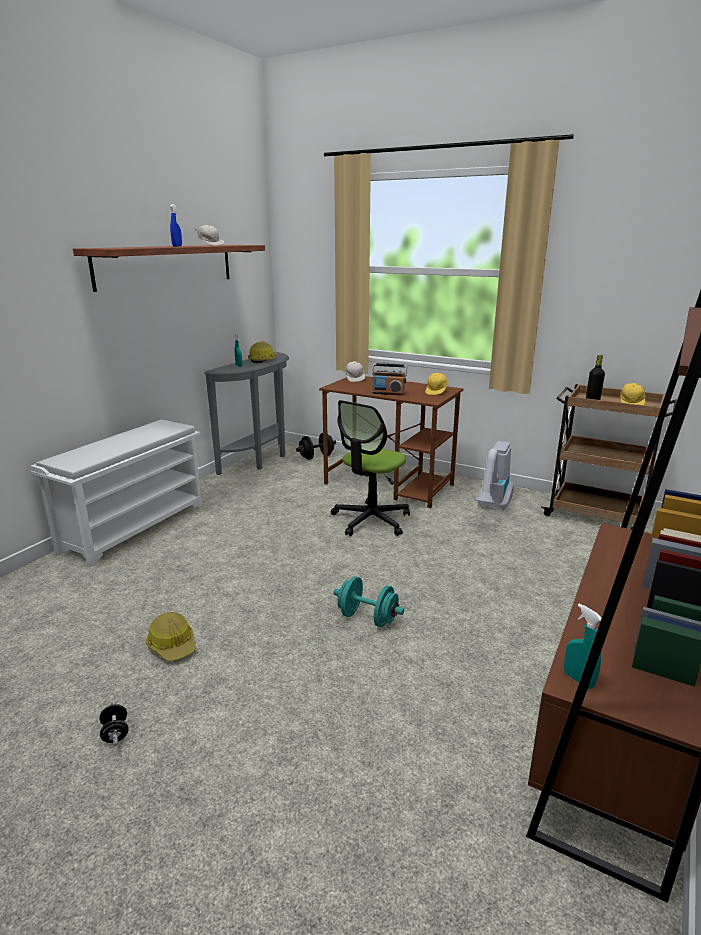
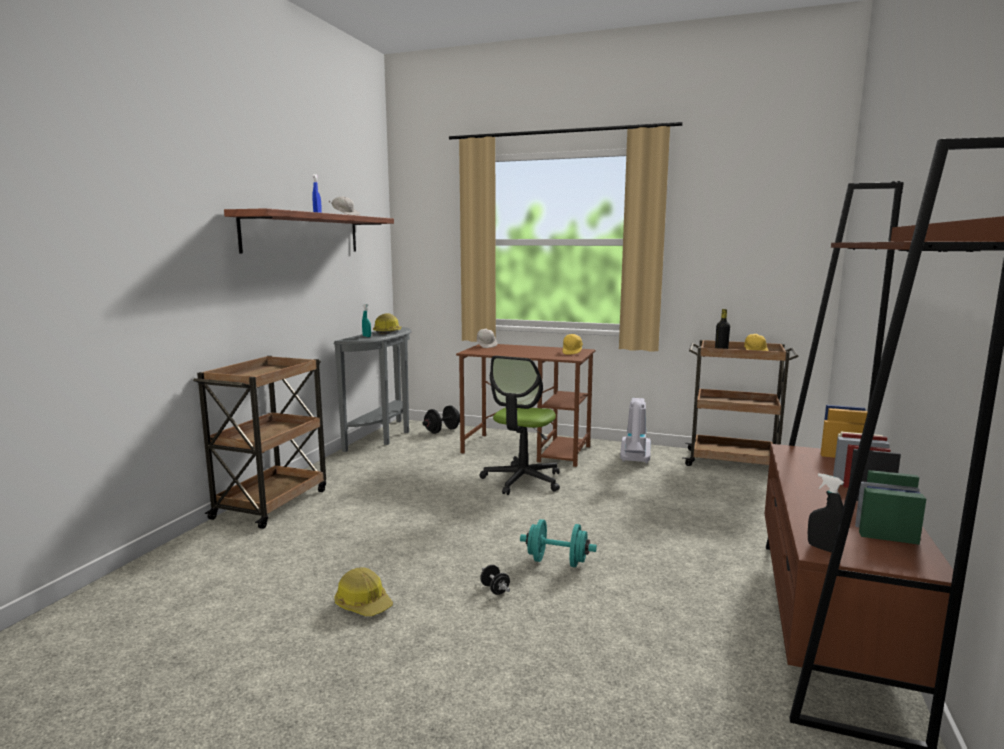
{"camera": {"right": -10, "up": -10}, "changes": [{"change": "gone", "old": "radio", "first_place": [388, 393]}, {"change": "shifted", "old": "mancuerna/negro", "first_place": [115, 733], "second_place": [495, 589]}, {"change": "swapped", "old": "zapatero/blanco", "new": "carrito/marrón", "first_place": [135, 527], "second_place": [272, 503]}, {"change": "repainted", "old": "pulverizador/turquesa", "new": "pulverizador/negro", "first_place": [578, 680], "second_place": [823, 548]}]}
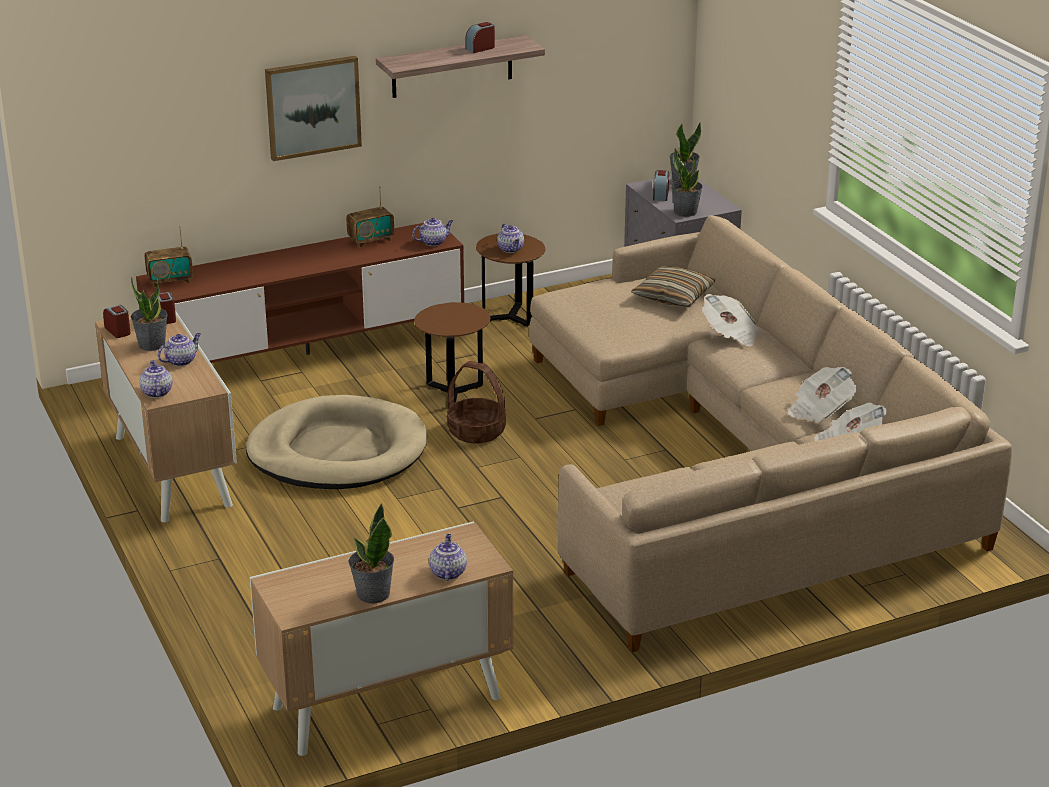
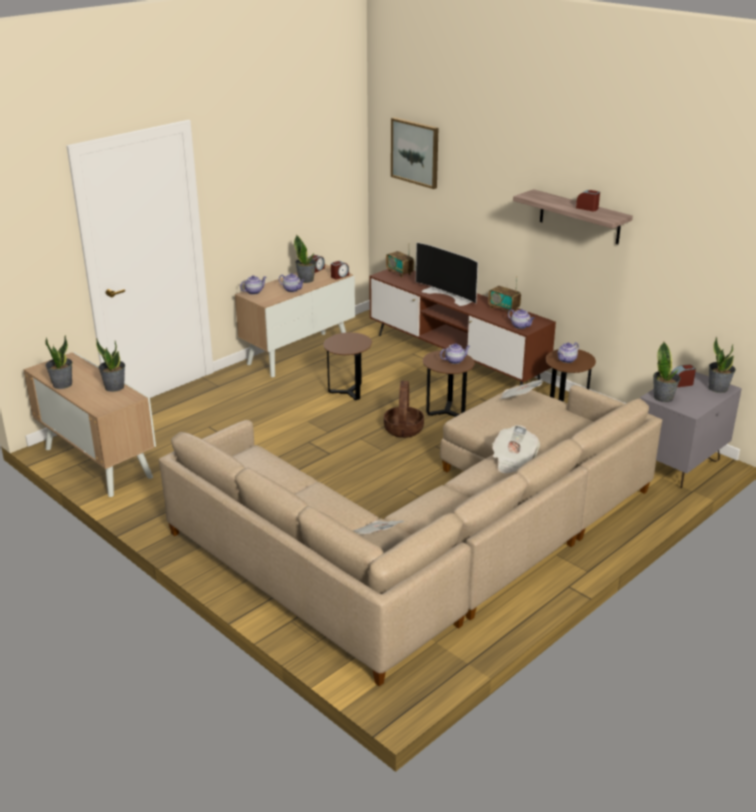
{"camera": {"right": 70, "up": 0}, "changes": [{"change": "gone", "old": "cojín", "first_place": [673, 296]}, {"change": "new", "new": "planta en maceta", "second_place": [114, 387]}, {"change": "new", "new": "televisor", "second_place": [448, 295]}, {"change": "shifted", "old": "cuadro", "first_place": [312, 107], "second_place": [415, 152]}, {"change": "shifted", "old": "tetera", "first_place": [447, 572], "second_place": [455, 361]}, {"change": "shifted", "old": "periódico", "first_place": [819, 410], "second_place": [519, 399]}, {"change": "swapped", "old": "cama para perro/beis", "new": "mesa auxiliar/marrón", "first_place": [337, 451], "second_place": [348, 392]}]}
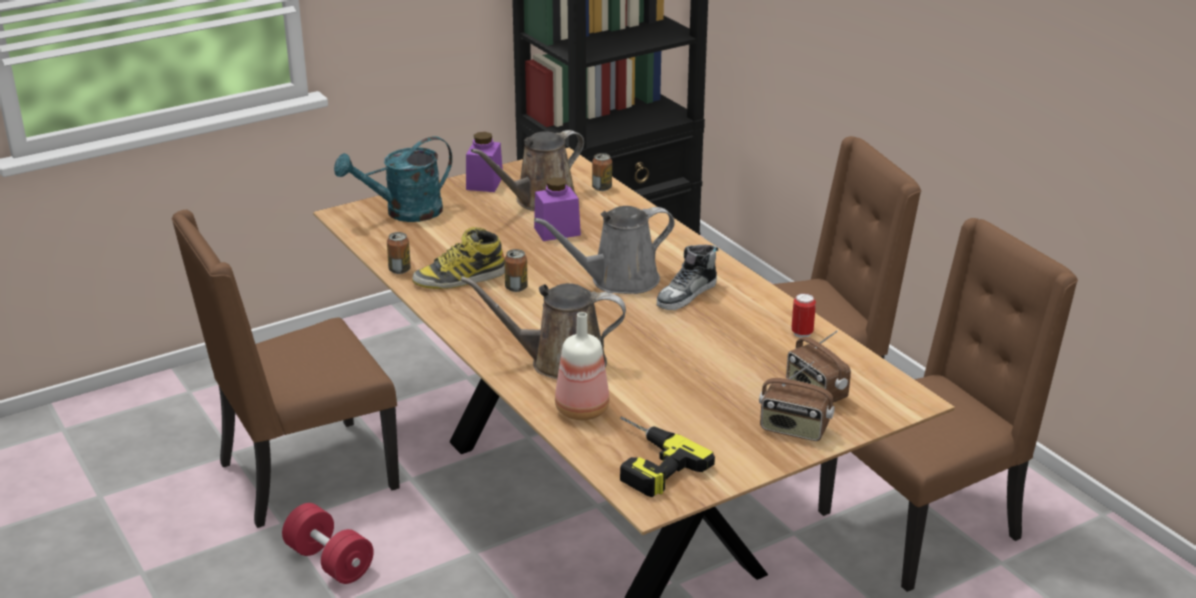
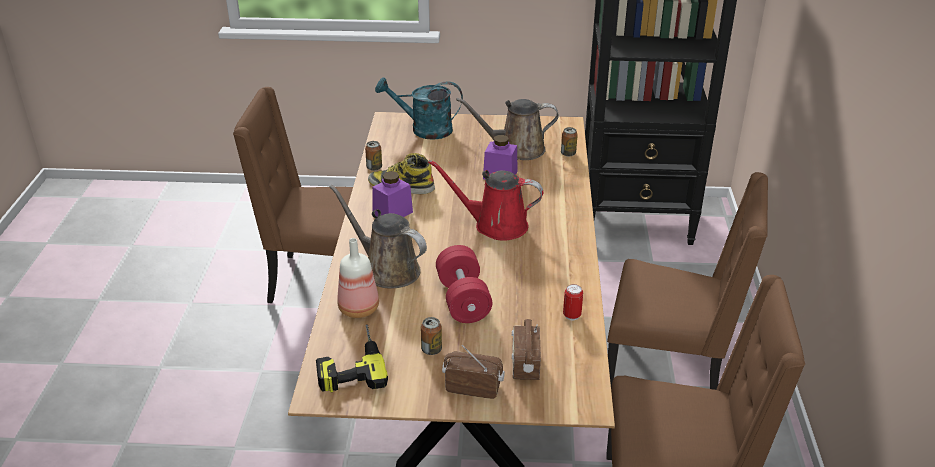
{"camera": {"right": 35, "up": 5}, "changes": [{"change": "gone", "old": "zapato", "first_place": [687, 295]}, {"change": "shifted", "old": "mancuerna/rojo", "first_place": [329, 561], "second_place": [463, 300]}, {"change": "shifted", "old": "tarro/morado", "first_place": [484, 183], "second_place": [392, 213]}, {"change": "shifted", "old": "lata", "first_place": [516, 288], "second_place": [431, 349]}, {"change": "repainted", "old": "regadera/gris", "new": "regadera/rojo", "first_place": [618, 281], "second_place": [495, 225]}, {"change": "rotated", "old": "radio", "first_place": [793, 430], "second_place": [473, 387], "degrees": 135}]}
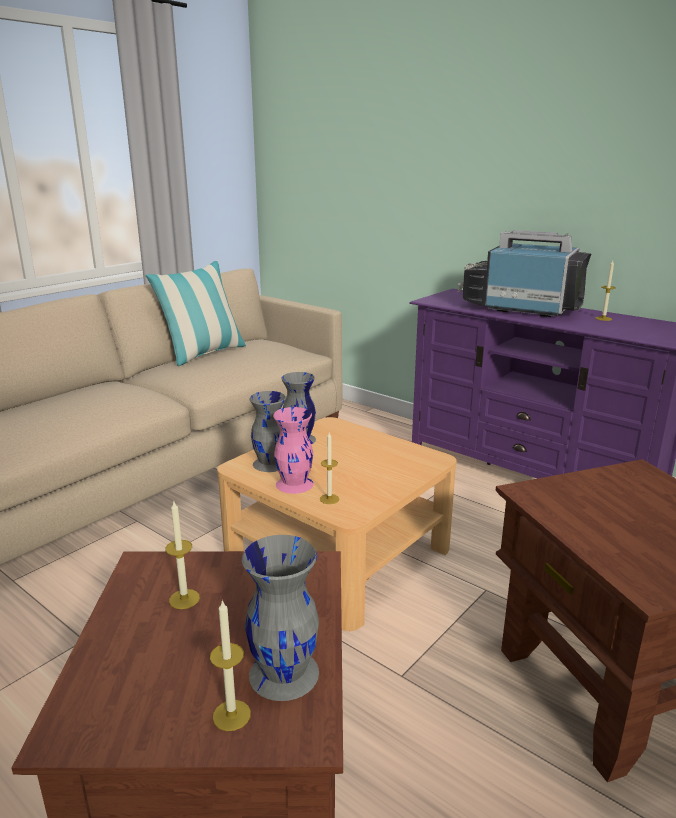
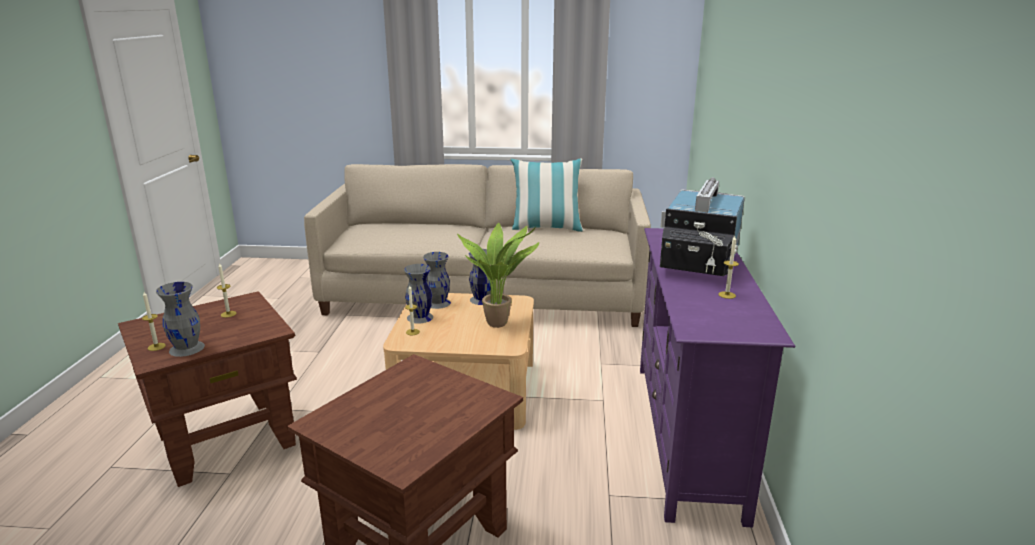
{"camera": {"right": 55, "up": 0}, "changes": [{"change": "new", "new": "planta en maceta", "second_place": [499, 323]}, {"change": "repainted", "old": "florero/rosa", "new": "florero/gris", "first_place": [294, 484], "second_place": [419, 317]}, {"change": "rotated", "old": "televisor", "first_place": [521, 308], "second_place": [698, 262], "degrees": -150}]}
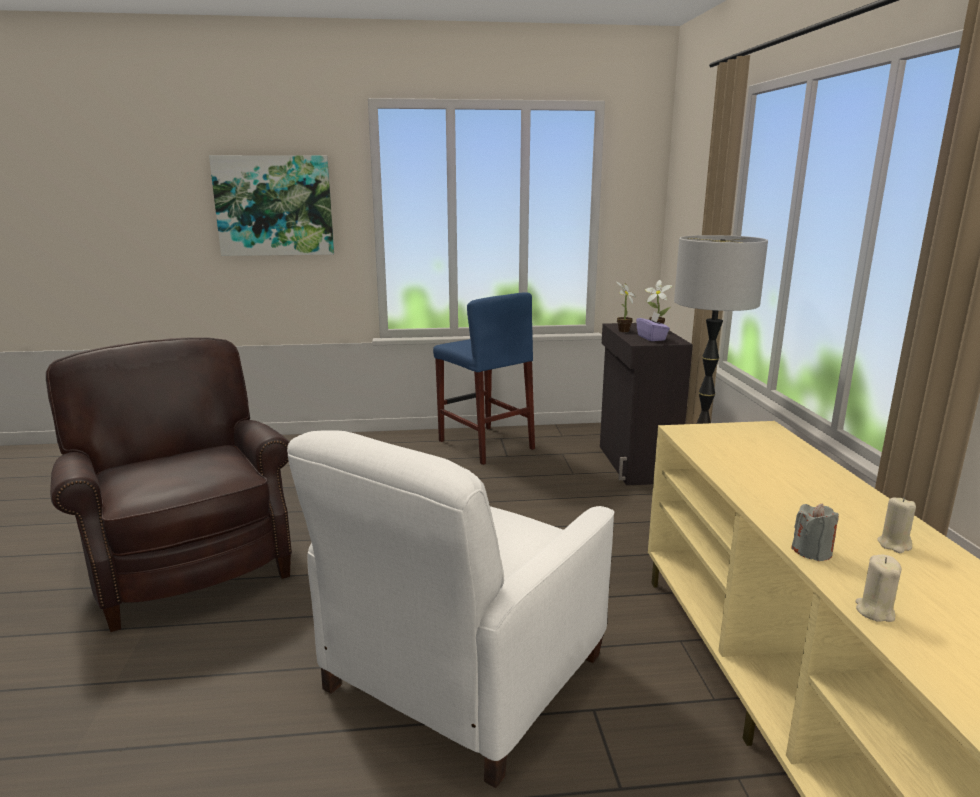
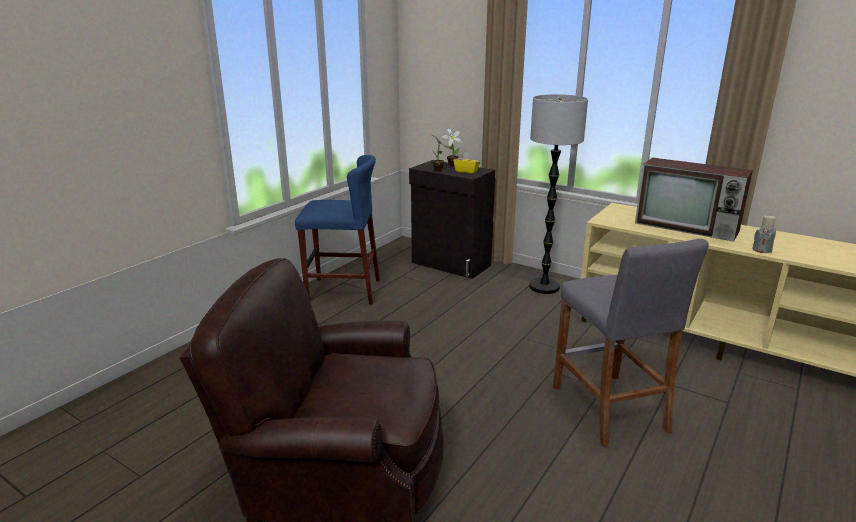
{"camera": {"right": -50, "up": 5}, "changes": [{"change": "gone", "old": "cuadro", "first_place": [274, 206]}, {"change": "gone", "old": "vela/beis", "first_place": [874, 611]}, {"change": "new", "new": "televisor", "second_place": [688, 227]}, {"change": "swapped", "old": "sillón/blanco", "new": "taburete/gris", "first_place": [462, 674], "second_place": [609, 409]}, {"change": "repainted", "old": "caja de pañuelos/morado", "new": "caja de pañuelos/amarillo", "first_place": [651, 338], "second_place": [466, 171]}]}
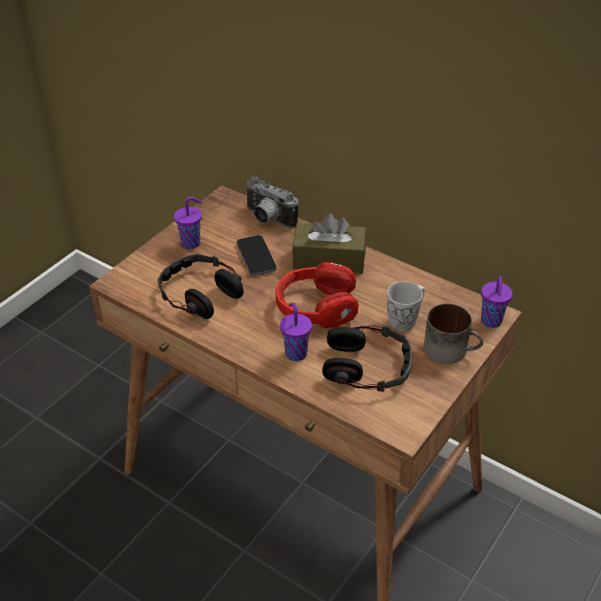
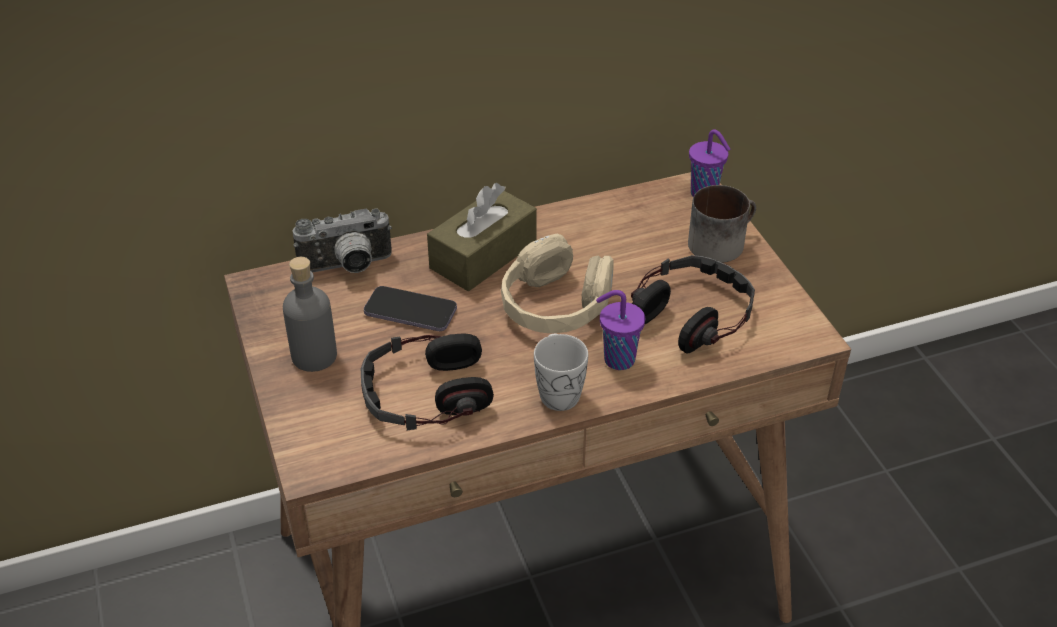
{"camera": {"right": -55, "up": 0}, "changes": [{"change": "shifted", "old": "taza grande/blanco", "first_place": [405, 319], "second_place": [558, 390]}, {"change": "swapped", "old": "taza/morado", "new": "botella/gris", "first_place": [192, 243], "second_place": [314, 356]}, {"change": "repainted", "old": "auriculares/rojo", "new": "auriculares/beis", "first_place": [316, 307], "second_place": [556, 306]}]}
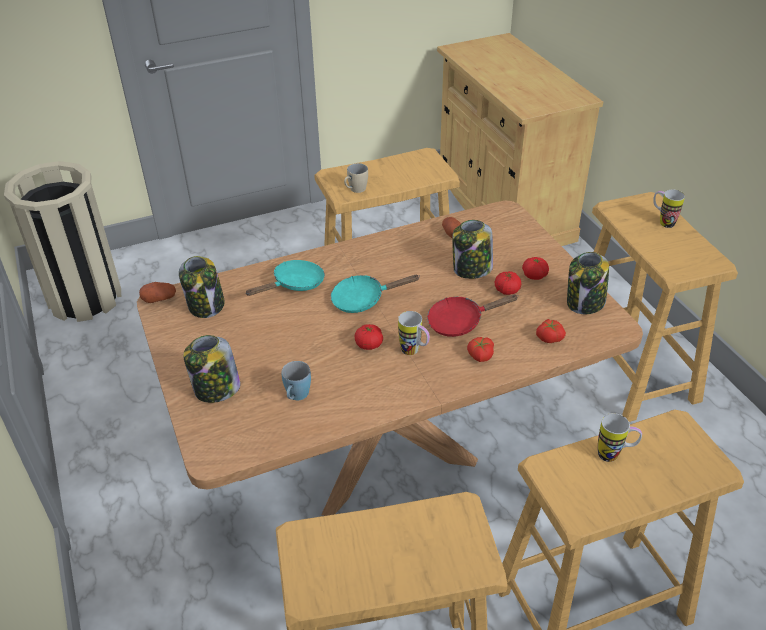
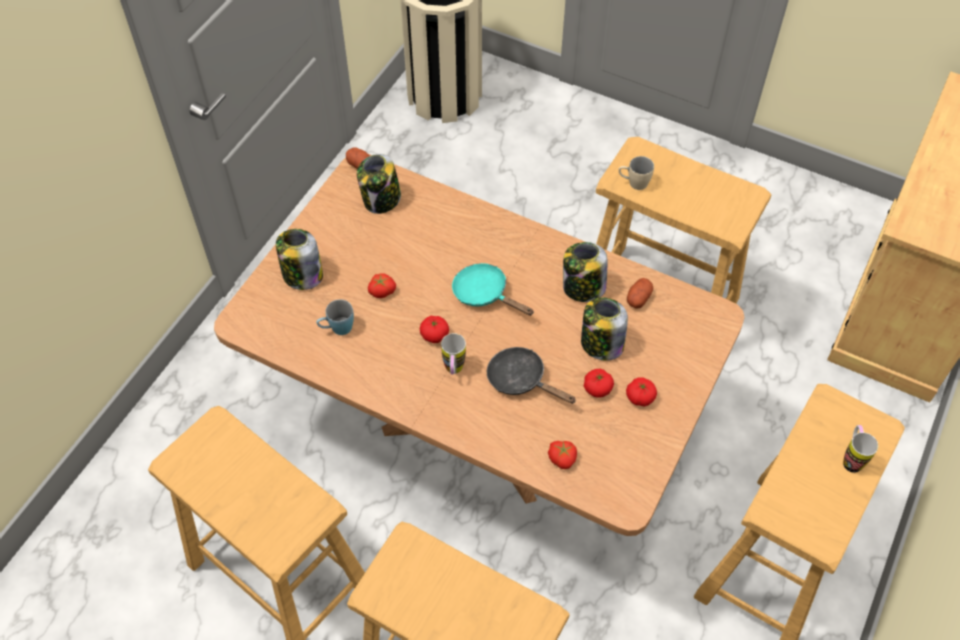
{"camera": {"right": 50, "up": 15}, "changes": [{"change": "gone", "old": "sartén/turquesa", "first_place": [294, 284]}, {"change": "gone", "old": "taza grande", "first_place": [614, 455]}, {"change": "shifted", "old": "tomate", "first_place": [479, 355], "second_place": [381, 290]}, {"change": "shifted", "old": "tarro", "first_place": [585, 303], "second_place": [583, 288]}, {"change": "repainted", "old": "sartén/rojo", "new": "sartén/negro", "first_place": [460, 322], "second_place": [521, 379]}]}
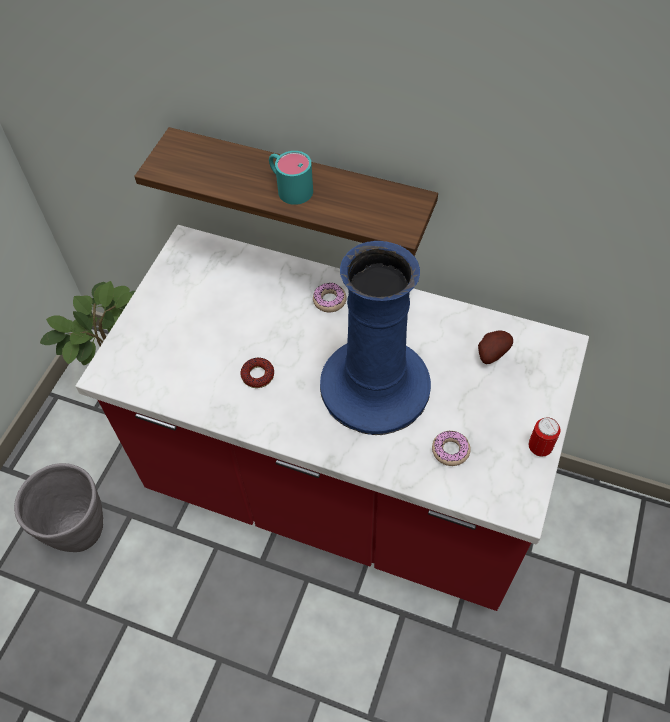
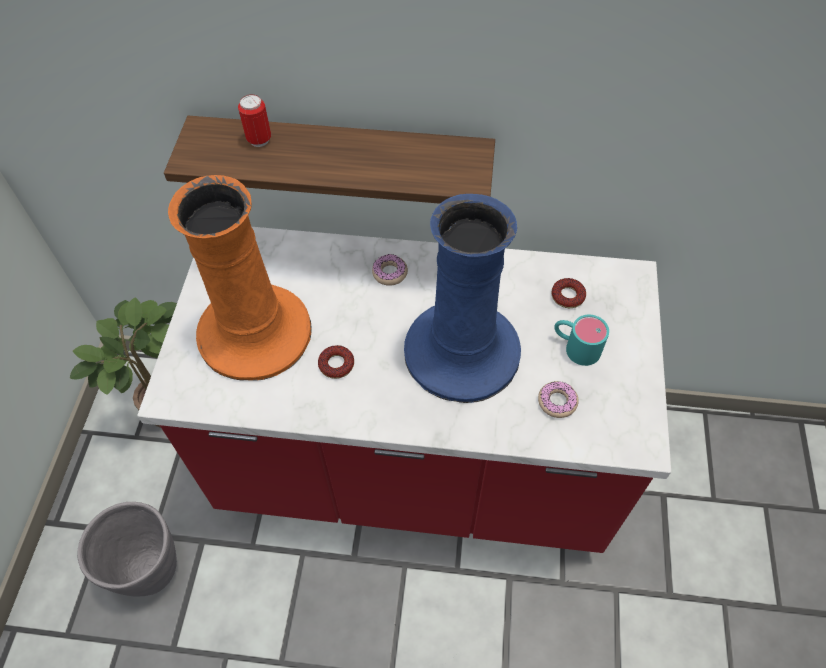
{"camera": {"right": -15, "up": 0}, "changes": [{"change": "new", "new": "florero/naranja", "second_place": [256, 332]}, {"change": "shifted", "old": "taza grande/turquesa", "first_place": [289, 187], "second_place": [575, 346]}, {"change": "shifted", "old": "lata", "first_place": [539, 448], "second_place": [259, 140]}, {"change": "swapped", "old": "patata", "new": "rosquilla", "first_place": [491, 353], "second_place": [567, 296]}]}
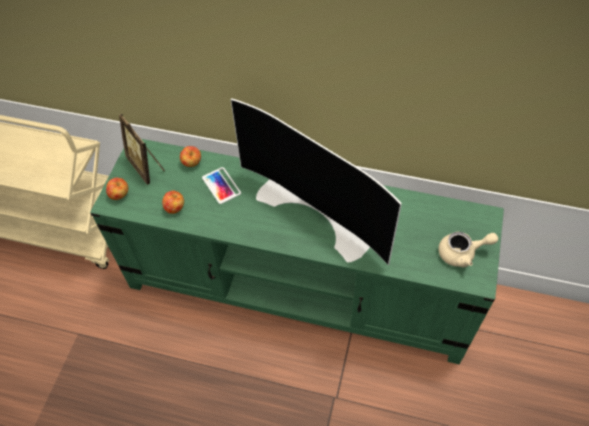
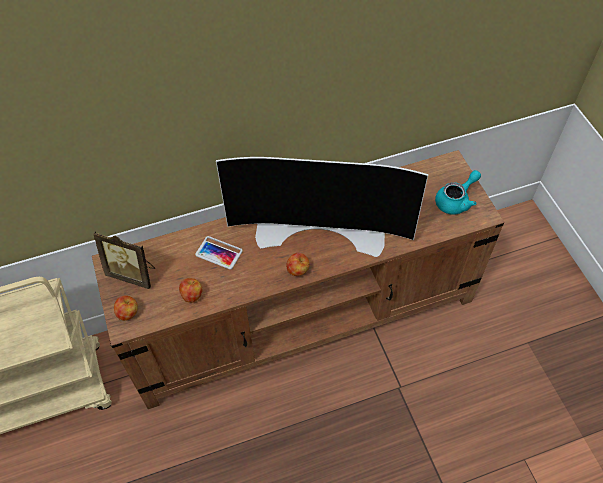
{"camera": {"right": -35, "up": 0}, "changes": [{"change": "shifted", "old": "manzana", "first_place": [192, 163], "second_place": [298, 270]}, {"change": "repainted", "old": "mueble de televisión/verde", "new": "mueble de televisión/marrón", "first_place": [299, 287], "second_place": [303, 316]}, {"change": "repainted", "old": "tetera/beis", "new": "tetera/turquesa", "first_place": [462, 253], "second_place": [456, 201]}]}
